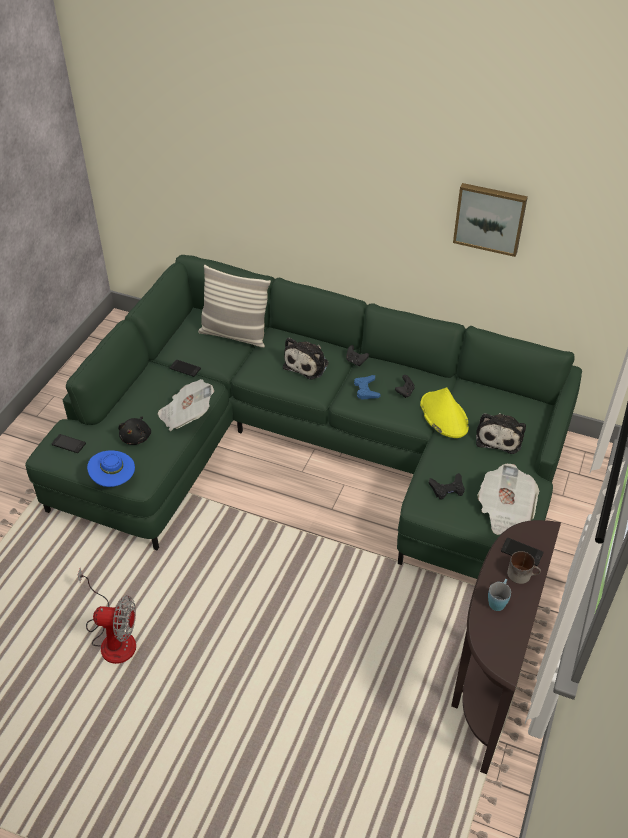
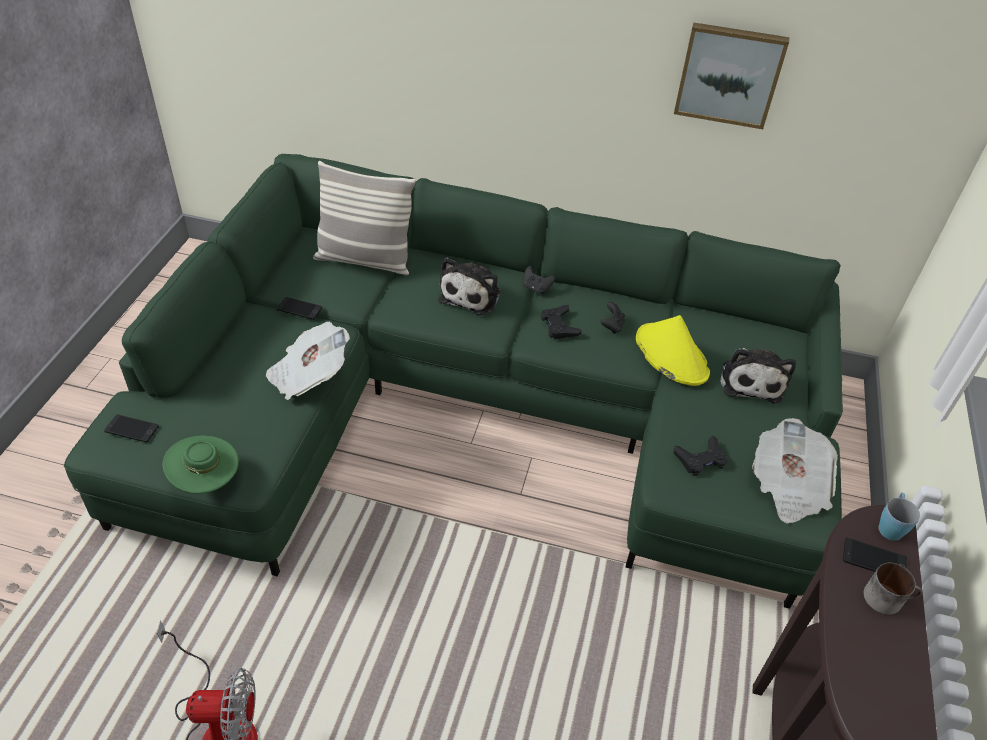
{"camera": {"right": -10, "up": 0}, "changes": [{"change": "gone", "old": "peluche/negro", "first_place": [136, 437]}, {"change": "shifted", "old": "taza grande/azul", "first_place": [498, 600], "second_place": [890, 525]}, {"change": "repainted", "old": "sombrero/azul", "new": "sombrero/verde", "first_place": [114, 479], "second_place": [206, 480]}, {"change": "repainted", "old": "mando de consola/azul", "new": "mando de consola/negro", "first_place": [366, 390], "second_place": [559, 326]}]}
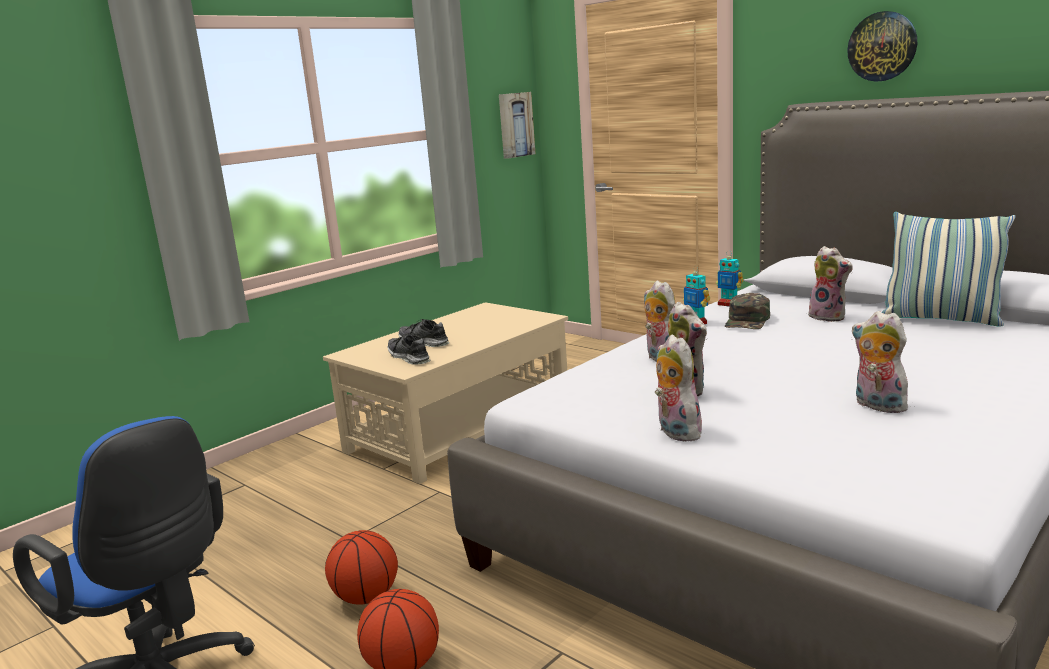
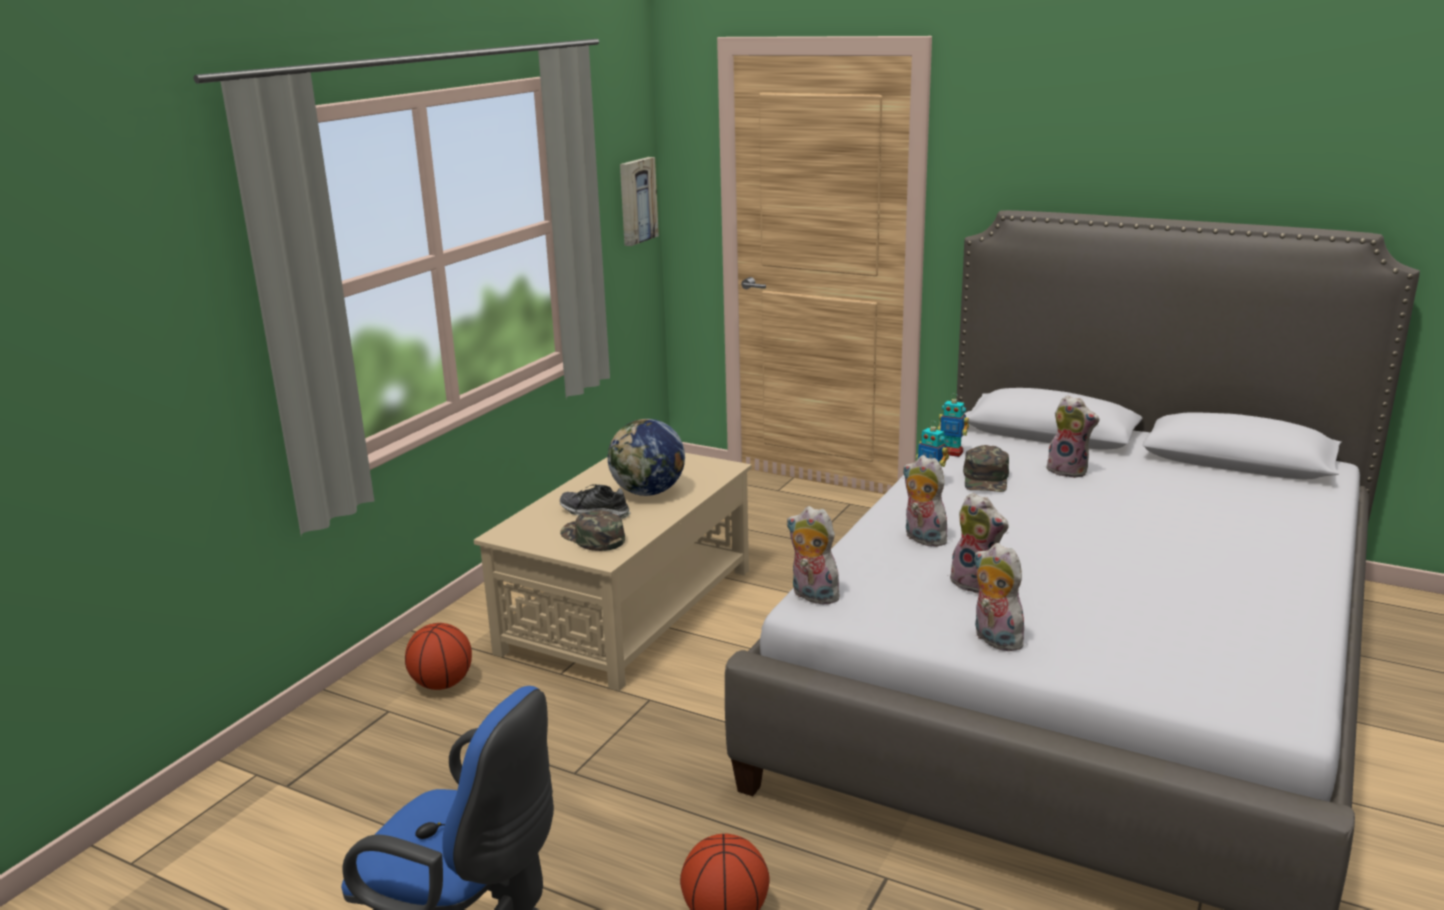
{"camera": {"right": -15, "up": 5}, "changes": [{"change": "gone", "old": "reloj de pared", "first_place": [882, 46]}, {"change": "gone", "old": "cojín", "first_place": [940, 319]}, {"change": "new", "new": "globo terráqueo", "second_place": [648, 492]}, {"change": "shifted", "old": "balón de baloncesto", "first_place": [366, 598], "second_place": [442, 684]}, {"change": "shifted", "old": "peluche", "first_place": [877, 406], "second_place": [812, 596]}, {"change": "swapped", "old": "zapato", "new": "gorra/verde", "first_place": [408, 358], "second_place": [592, 538]}]}
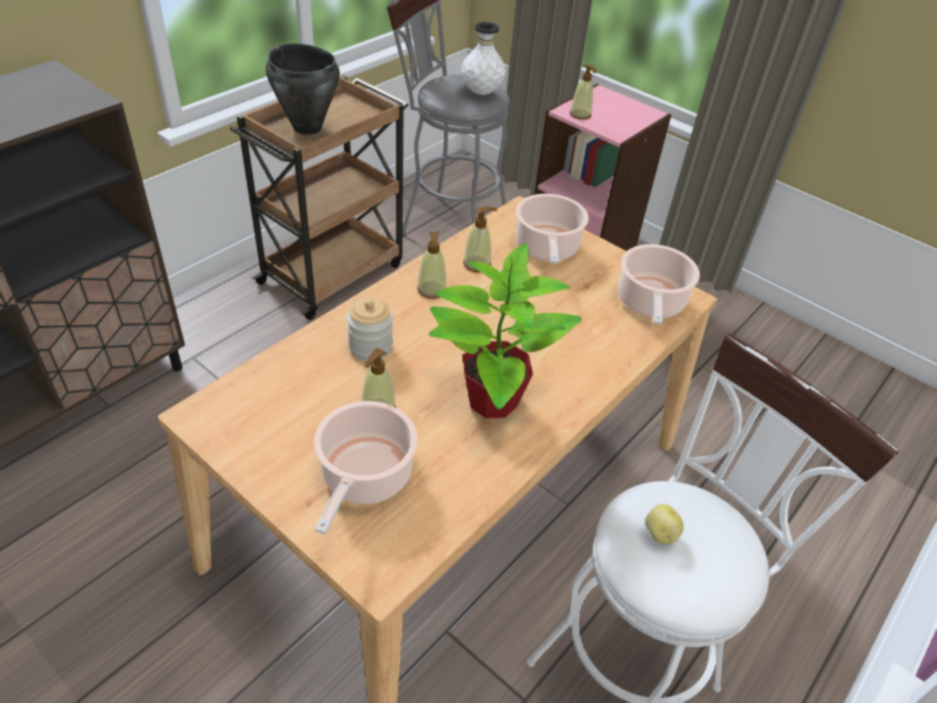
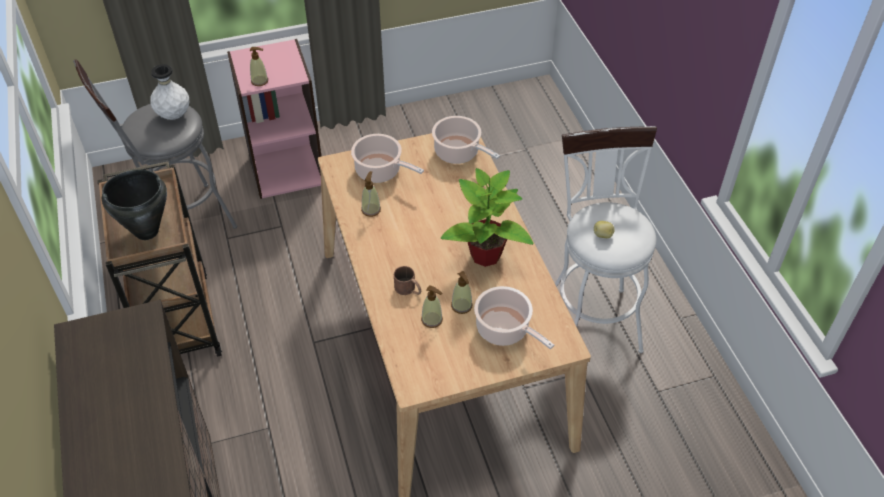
{"camera": {"right": -55, "up": 5}, "changes": [{"change": "shifted", "old": "dispensador de jabón", "first_place": [431, 290], "second_place": [432, 320]}, {"change": "swapped", "old": "tarro", "new": "taza grande/marrón", "first_place": [370, 346], "second_place": [408, 289]}]}
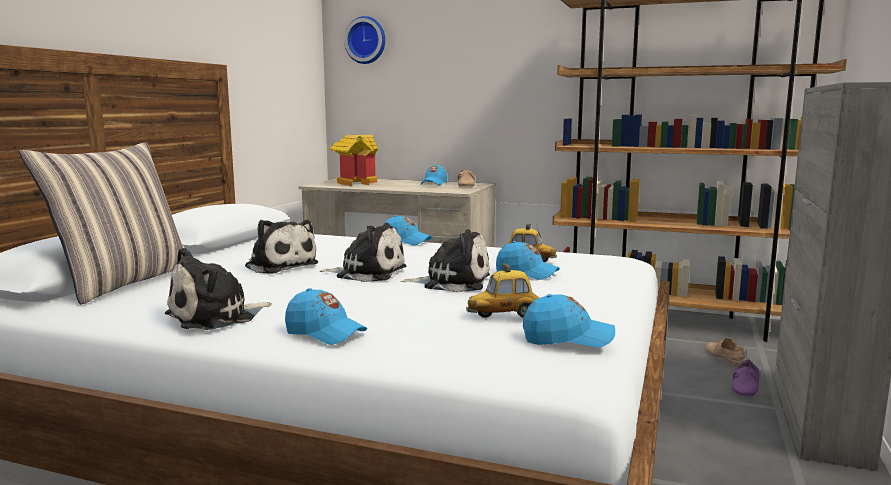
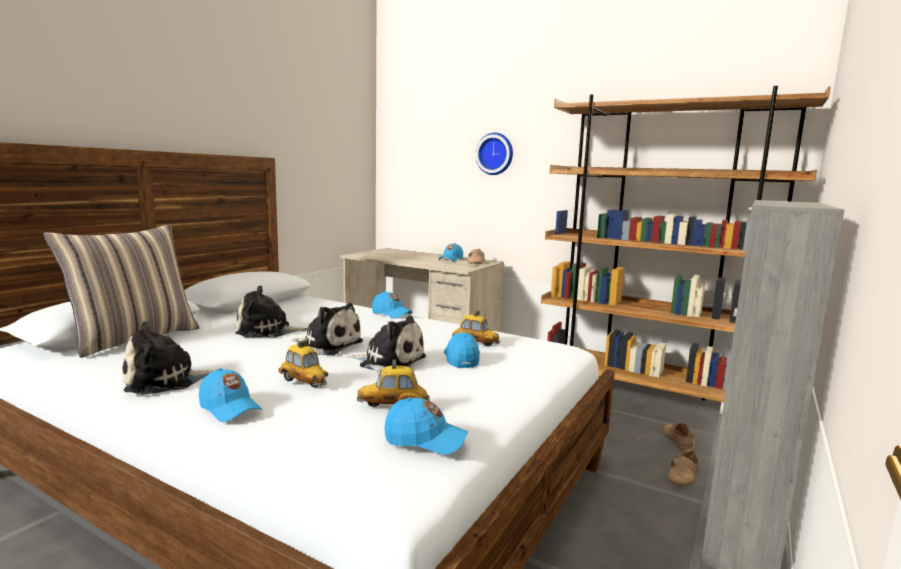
{"camera": {"right": 10, "up": 0}, "changes": [{"change": "gone", "old": "casita", "first_place": [355, 183]}, {"change": "new", "new": "coche de juguete", "second_place": [304, 382]}, {"change": "shifted", "old": "reloj de pared", "first_place": [366, 40], "second_place": [495, 154]}, {"change": "repainted", "old": "zapato/morado", "new": "zapato/beis", "first_place": [747, 387], "second_place": [684, 475]}, {"change": "rotated", "old": "peluche", "first_place": [279, 266], "second_place": [267, 331], "degrees": 120}, {"change": "rotated", "old": "gorra/azul", "first_place": [526, 274], "second_place": [461, 358], "degrees": -135}]}
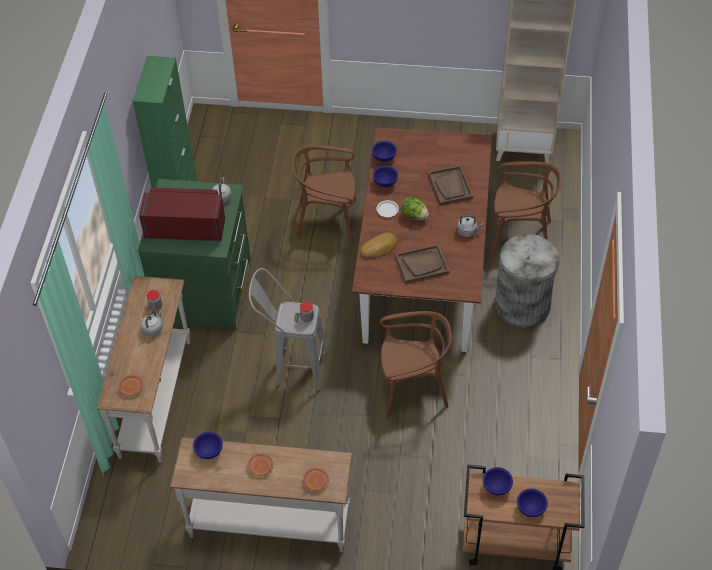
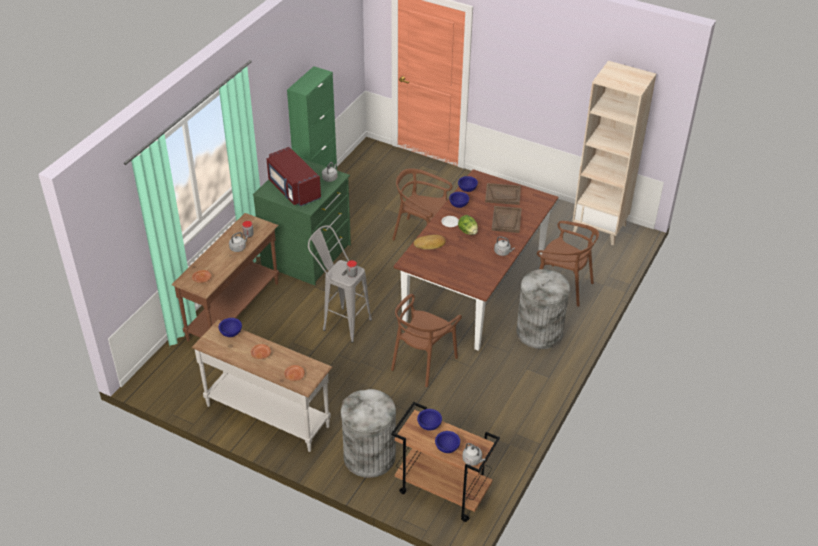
{"camera": {"right": 20, "up": -10}, "changes": [{"change": "new", "new": "papelera/gris", "second_place": [369, 456]}, {"change": "new", "new": "hervidor/gris", "second_place": [473, 460]}, {"change": "shifted", "old": "bandeja/marrón", "first_place": [422, 265], "second_place": [503, 195]}, {"change": "repainted", "old": "mesa consola/blanco", "new": "mesa consola/marrón", "first_place": [157, 398], "second_place": [234, 311]}, {"change": "rotated", "old": "microondas/rojo", "first_place": [185, 228], "second_place": [293, 189], "degrees": -150}, {"change": "rotated", "old": "silla/marrón", "first_place": [412, 388], "second_place": [422, 362], "degrees": 105}]}
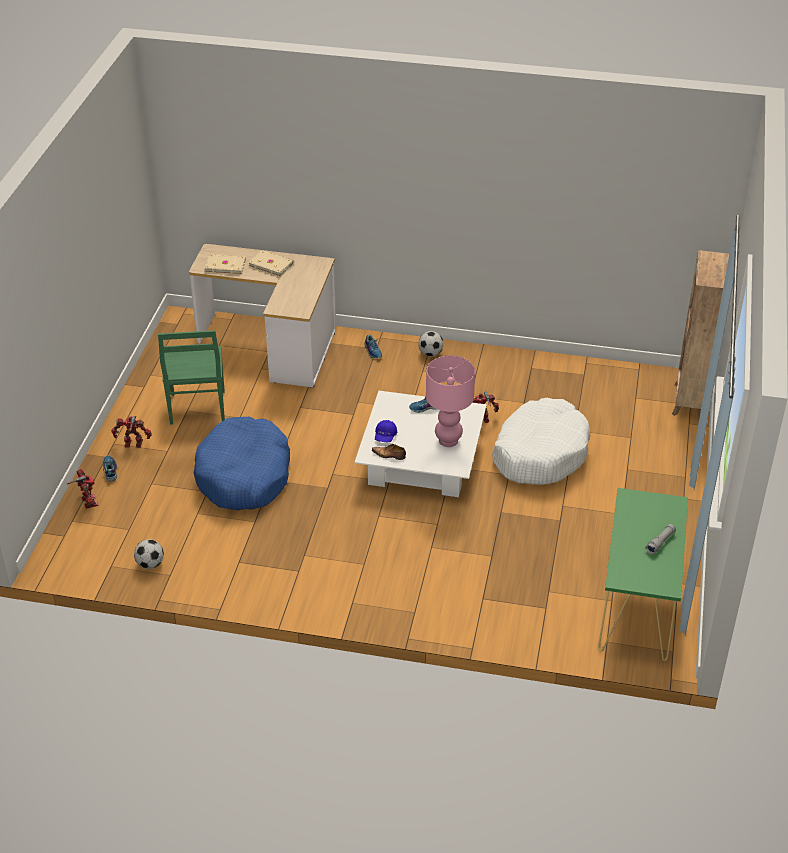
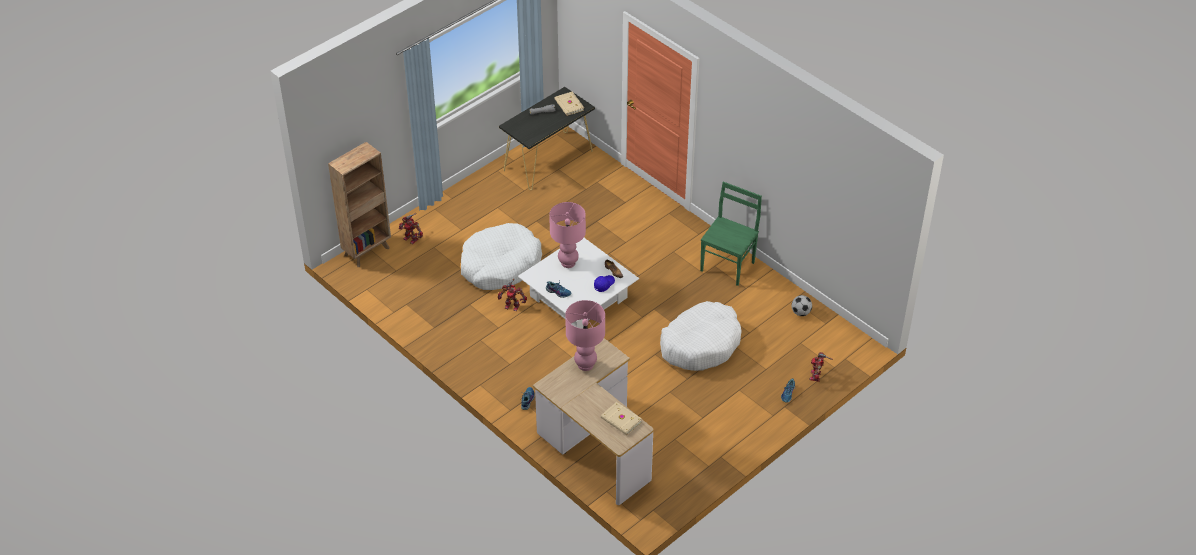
{"camera": {"right": -145, "up": 5}, "changes": [{"change": "gone", "old": "balón de fútbol", "first_place": [430, 353]}, {"change": "new", "new": "lámpara de mesa/rosa", "second_place": [585, 365]}, {"change": "shifted", "old": "robot de juguete", "first_place": [133, 444], "second_place": [411, 238]}, {"change": "shifted", "old": "silla/verde", "first_place": [197, 409], "second_place": [728, 265]}, {"change": "shifted", "old": "libro/beis", "first_place": [271, 264], "second_place": [568, 105]}, {"change": "repainted", "old": "cama para perro/azul", "new": "cama para perro/blanco", "first_place": [244, 476], "second_place": [700, 344]}, {"change": "repainted", "old": "mesa consola/verde", "new": "mesa consola/negro", "first_place": [637, 606], "second_place": [548, 160]}]}
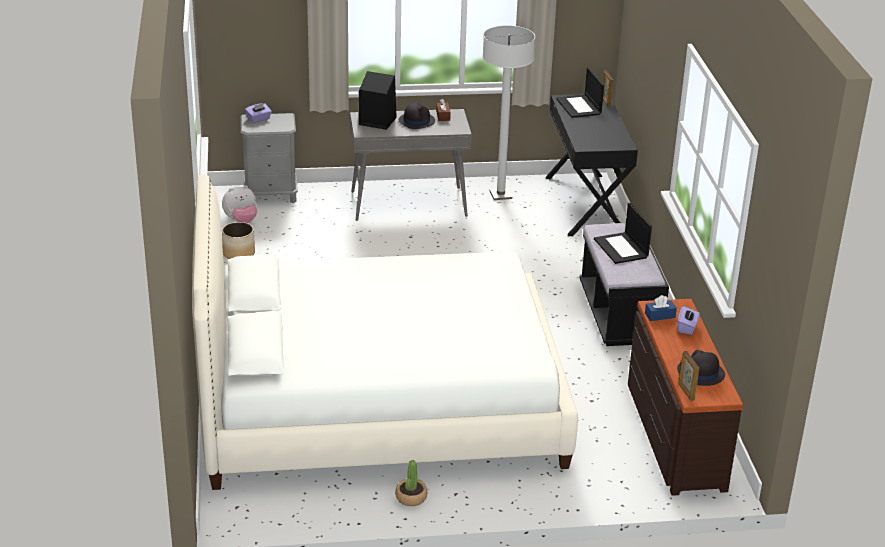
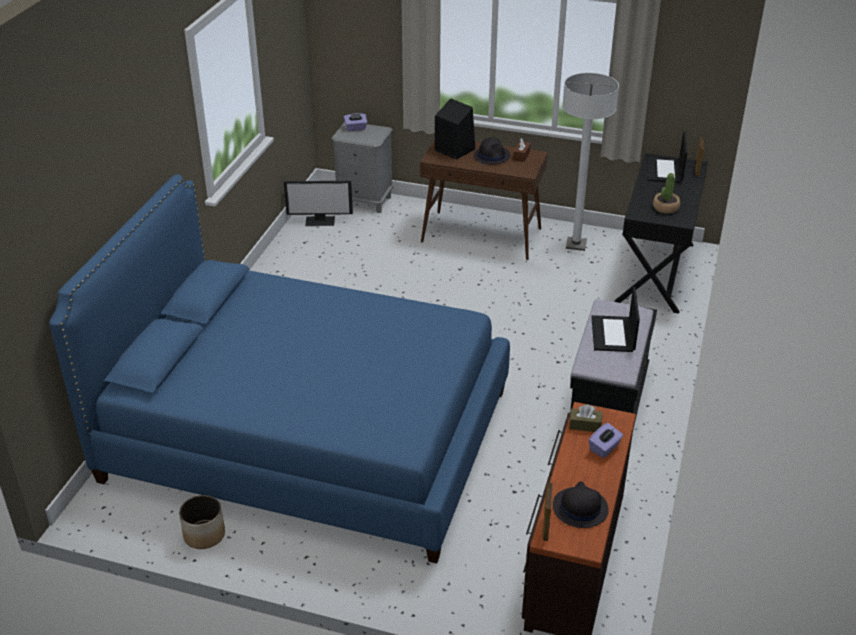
{"camera": {"right": 25, "up": 5}, "changes": [{"change": "shifted", "old": "maceta", "first_place": [238, 253], "second_place": [204, 534]}, {"change": "shifted", "old": "planta en maceta", "first_place": [411, 497], "second_place": [665, 208]}, {"change": "swapped", "old": "peluche", "new": "monitor", "first_place": [241, 221], "second_place": [320, 221]}, {"change": "repainted", "old": "cama/blanco", "new": "cama/azul", "first_place": [379, 402], "second_place": [307, 435]}, {"change": "repainted", "old": "mesa consola/gris", "new": "mesa consola/marrón", "first_place": [409, 204], "second_place": [482, 235]}, {"change": "repainted", "old": "caja de pañuelos/azul", "new": "caja de pañuelos/marrón", "first_place": [660, 315], "second_place": [585, 425]}]}
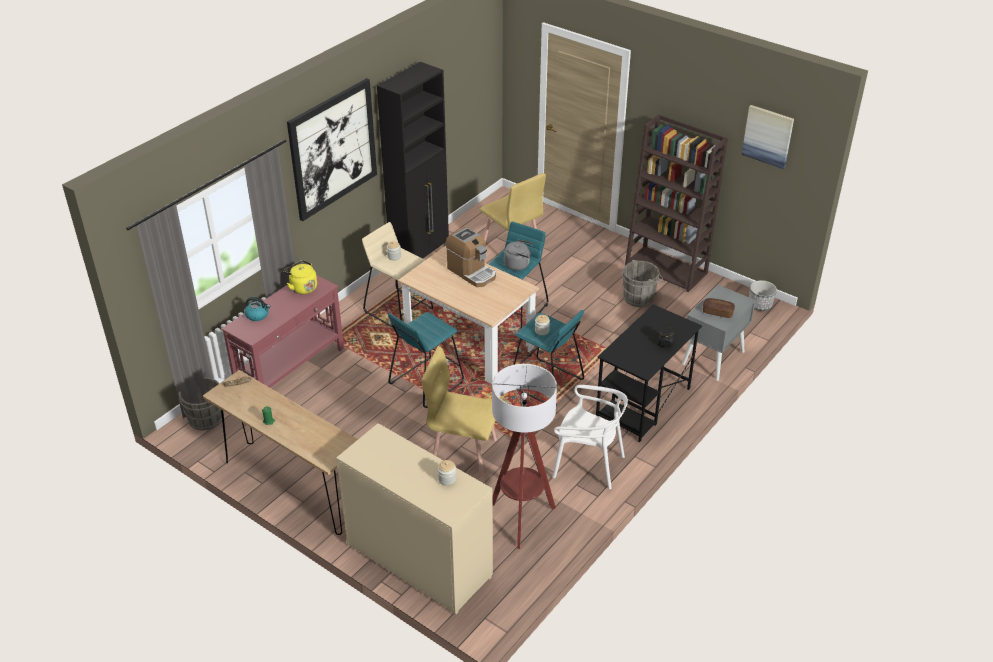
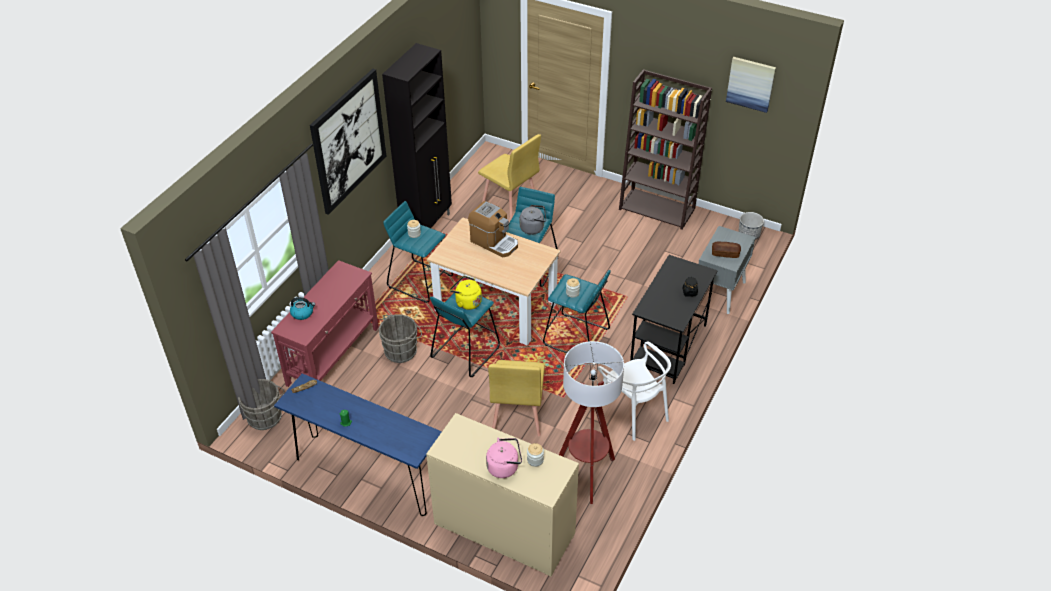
{"camera": {"right": -10, "up": 5}, "changes": [{"change": "new", "new": "hervidor/rosa", "second_place": [504, 467]}, {"change": "shifted", "old": "hervidor/amarillo", "first_place": [302, 287], "second_place": [467, 302]}, {"change": "shifted", "old": "cubo/gris", "first_place": [640, 297], "second_place": [402, 350]}, {"change": "repainted", "old": "mesa consola/marrón", "new": "mesa consola/azul", "first_place": [292, 487], "second_place": [367, 475]}, {"change": "repainted", "old": "taburete/beis", "new": "taburete/turquesa", "first_place": [399, 310], "second_place": [420, 281]}, {"change": "rotated", "old": "silla/amarillo", "first_place": [463, 451], "second_place": [517, 415], "degrees": -90}, {"change": "rotated", "old": "silla/blanco", "first_place": [588, 464], "second_place": [633, 412], "degrees": 45}]}
